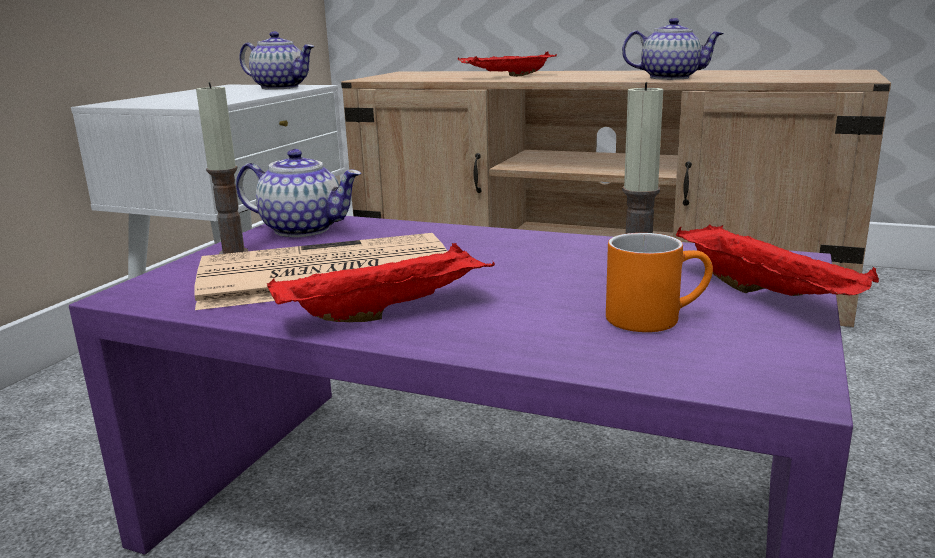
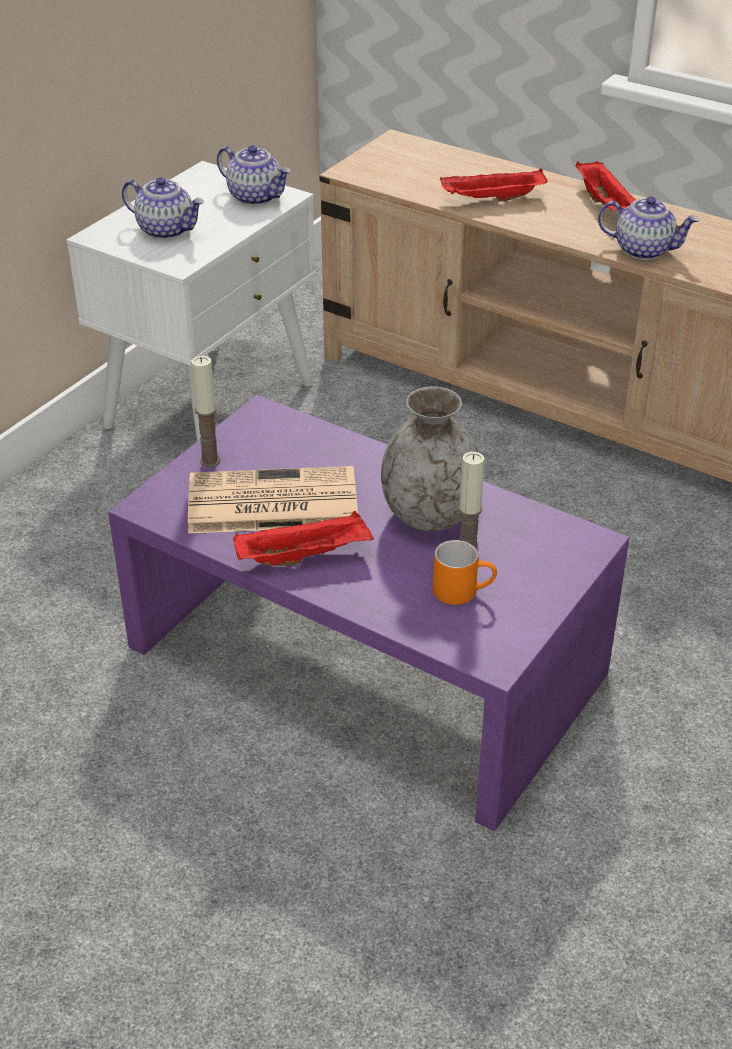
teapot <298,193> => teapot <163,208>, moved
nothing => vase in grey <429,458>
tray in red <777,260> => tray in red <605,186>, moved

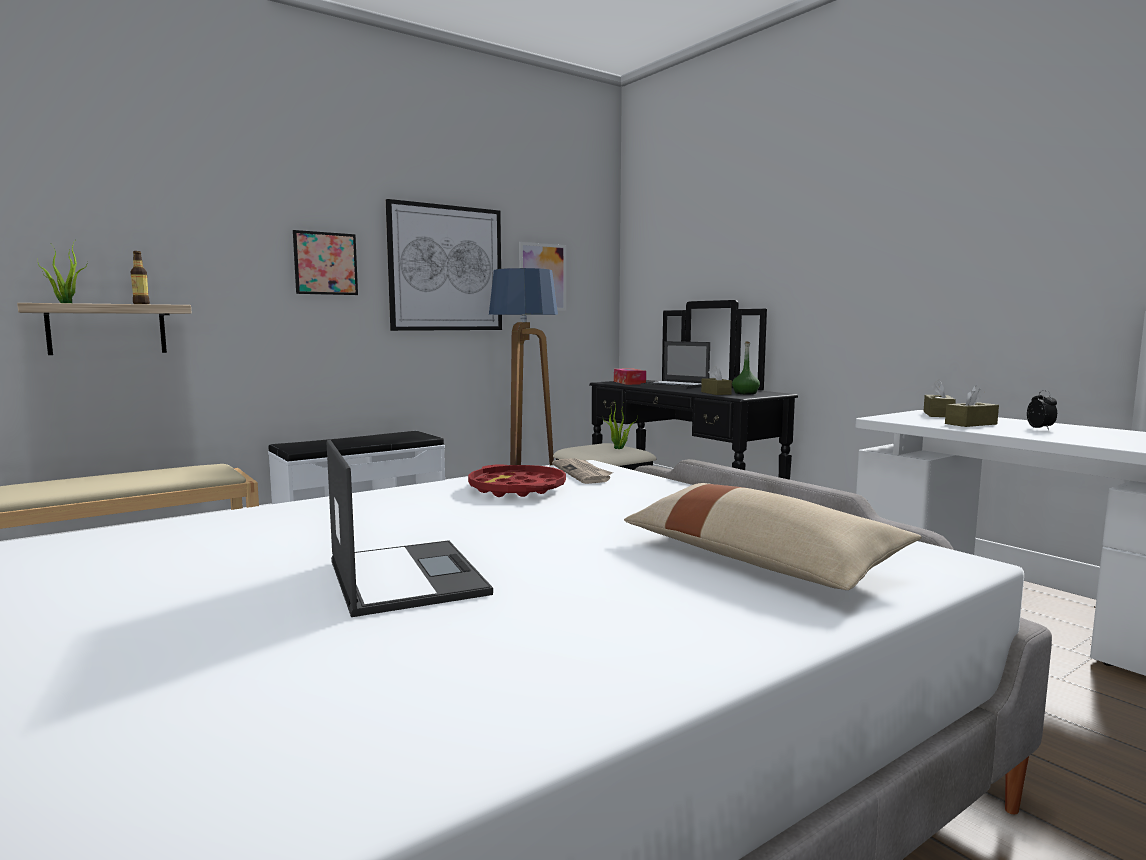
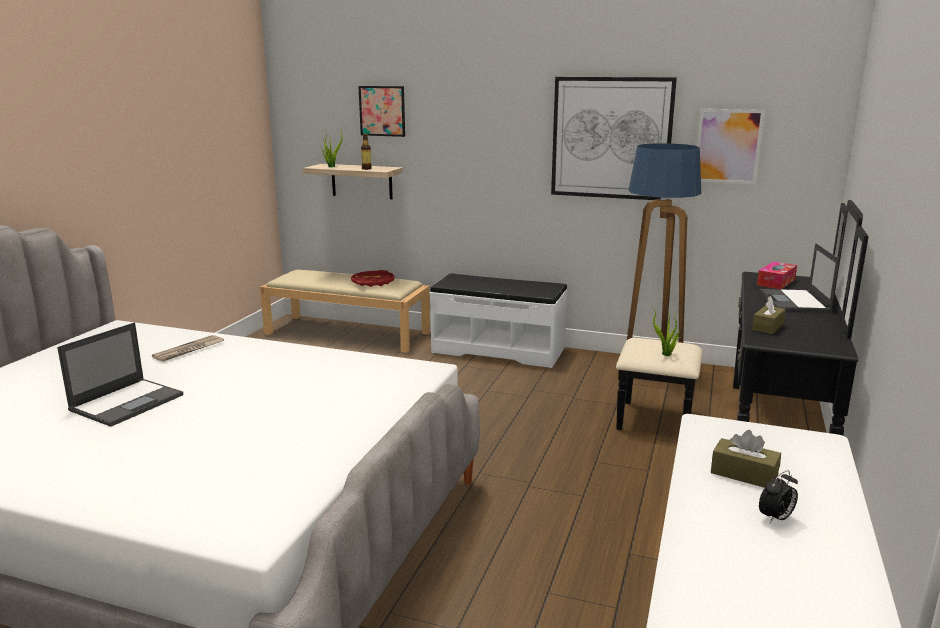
newspaper <582,471> => newspaper <188,348>, moved
tray in red <517,480> => tray in red <373,278>, moved
picture <325,262> => picture <381,111>, moved
pillow in beige <773,536> => nothing
bottle in green <746,367> => nothing
tissue box in brown <939,398> => nothing

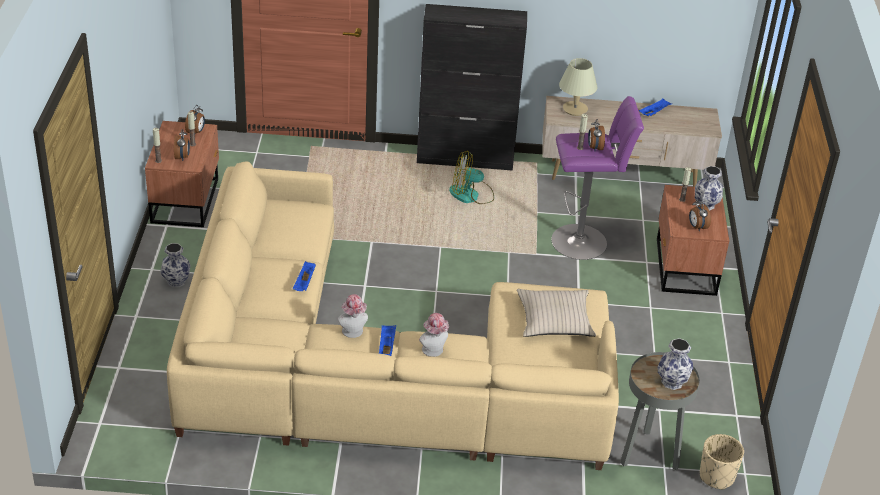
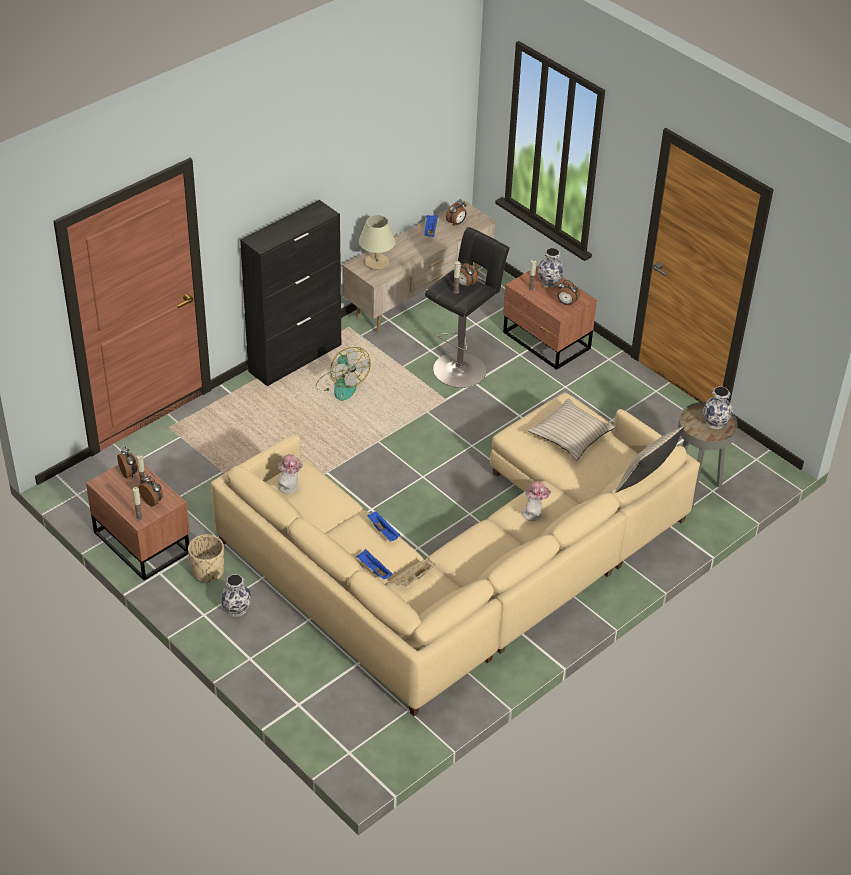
planter in beige <722,462> => planter in beige <206,558>, moved
hat <353,316> => hat <290,474>, moved
fan <471,177> => fan <343,374>, 75 degrees counterclockwise
tray in blue <387,340> => tray in blue <375,564>, moved
nothing => tray in beige <415,572>
stool in purple <597,178> => stool in black <467,307>
nothing => alarm clock <456,213>
nothing => pillow in beige <649,459>

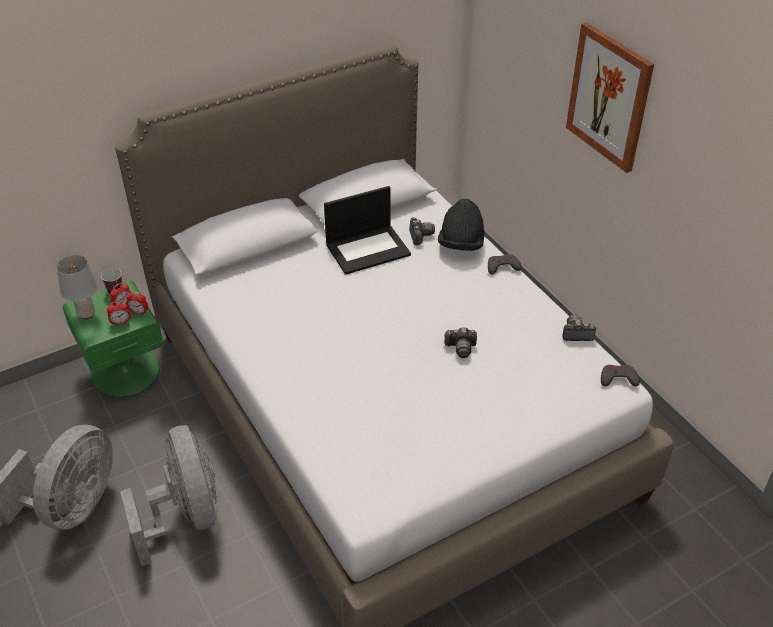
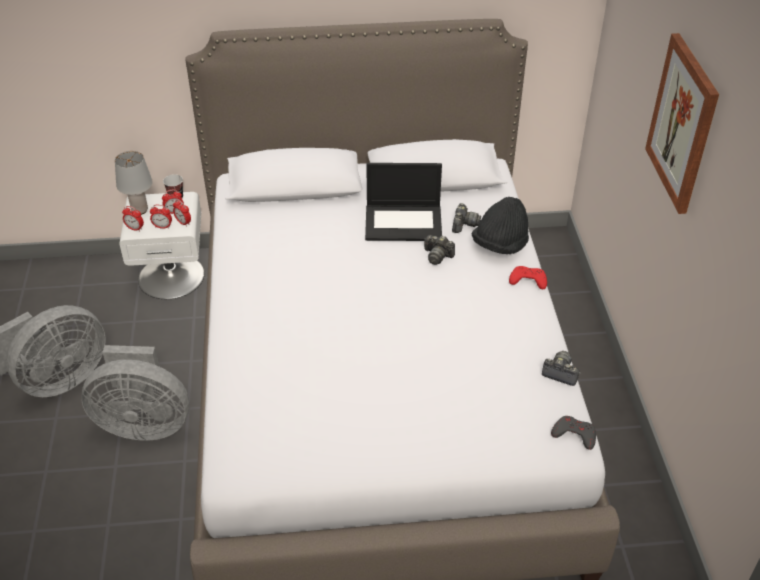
fan in grey <169,495> => fan in grey <136,393>, 90 degrees clockwise
nightstand in green <113,339> => nightstand in white <162,245>
nothing => alarm clock <133,218>
photo camera <460,342> => photo camera <439,250>, moved
game controller in grey <505,264> => game controller in red <528,277>

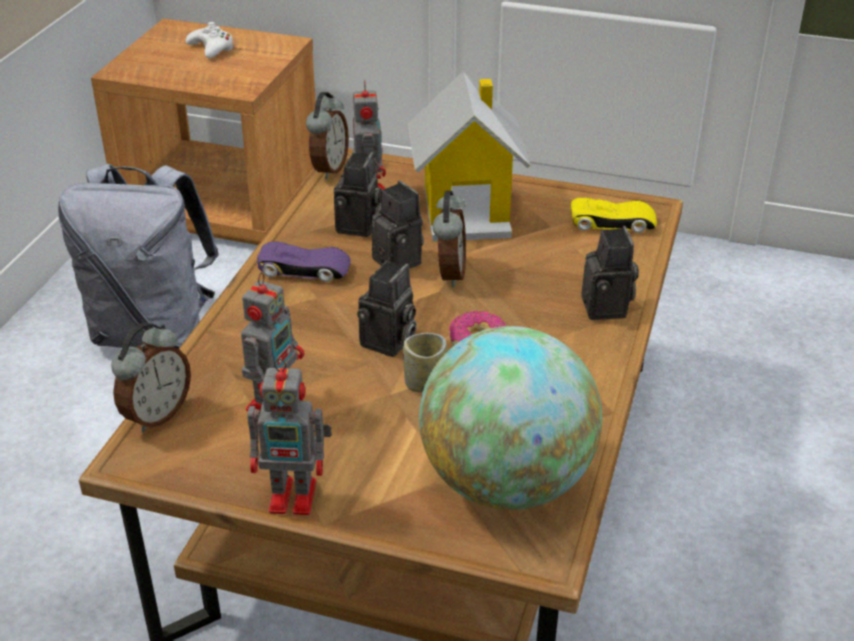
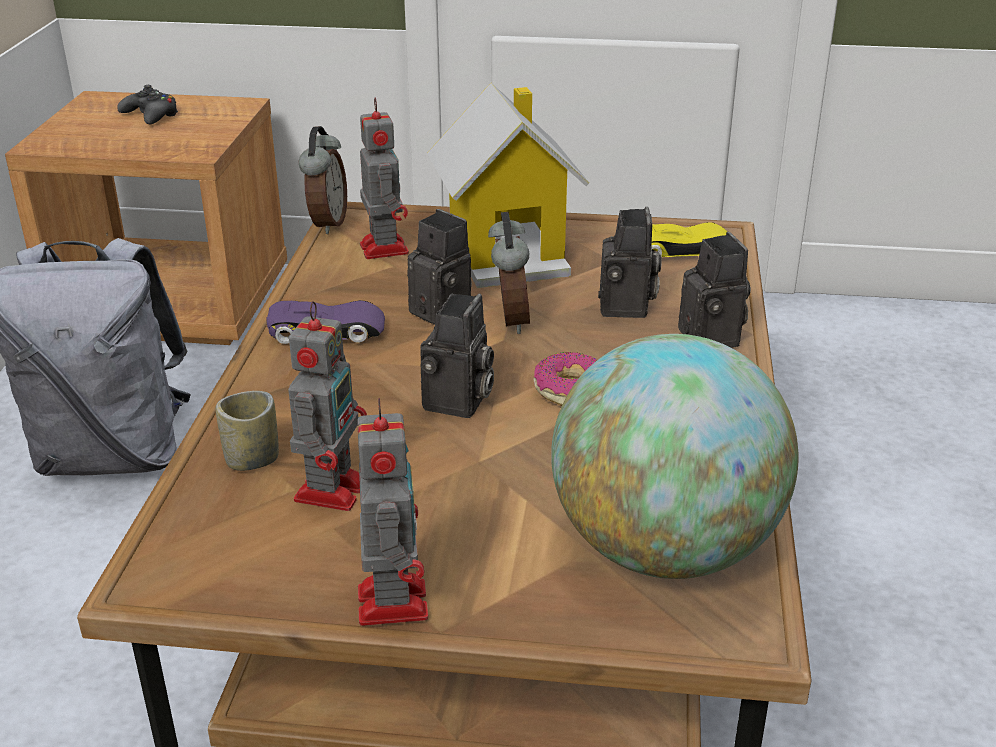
game controller in white <210,40> => game controller in black <147,105>
cup <425,363> => cup <247,431>, moved
toy robot <289,436> => toy robot <392,512>, 90 degrees counterclockwise
photo camera <358,194> => photo camera <630,262>, moved
alarm clock <151,377> => nothing

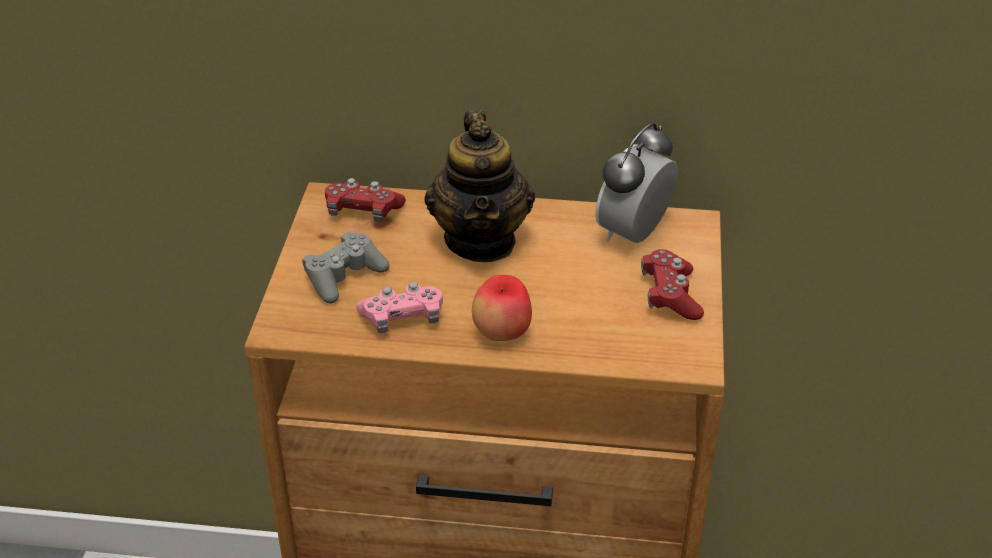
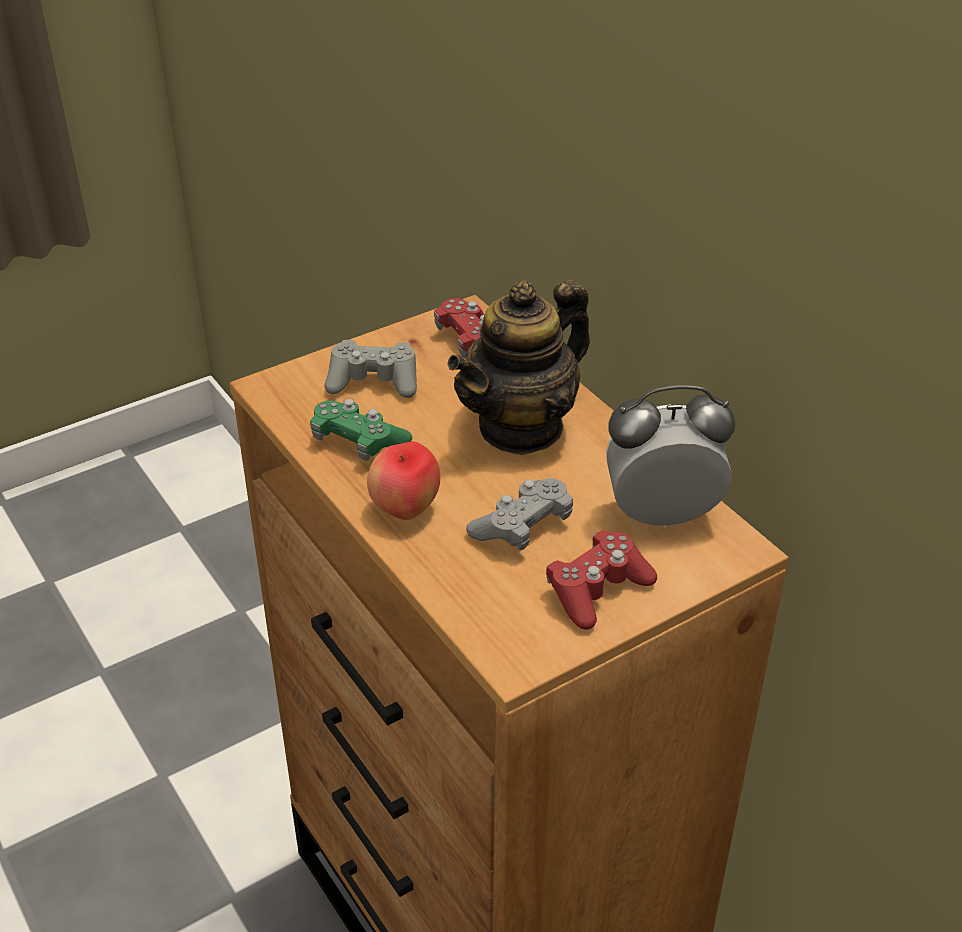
game controller in pink <399,307> => game controller in green <361,430>
nothing => game controller in grey <519,514>

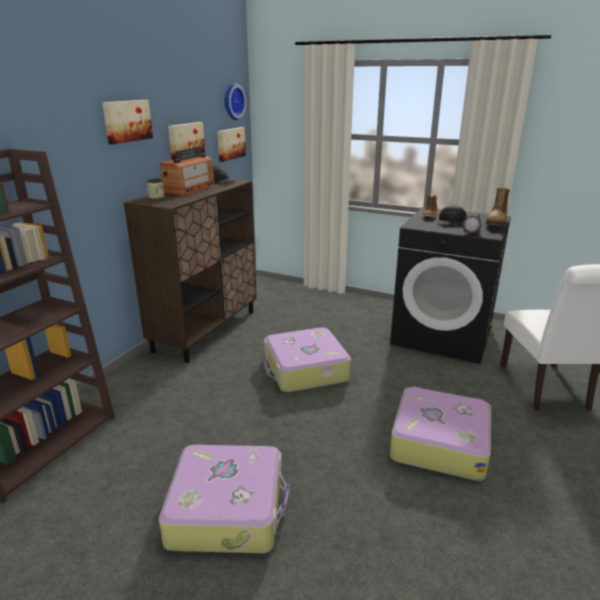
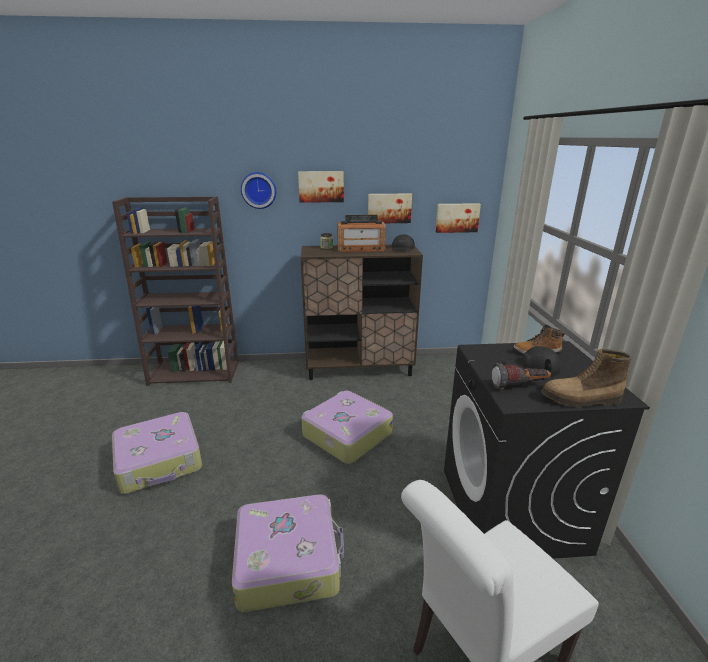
wall clock <235,101> => wall clock <258,190>, moved

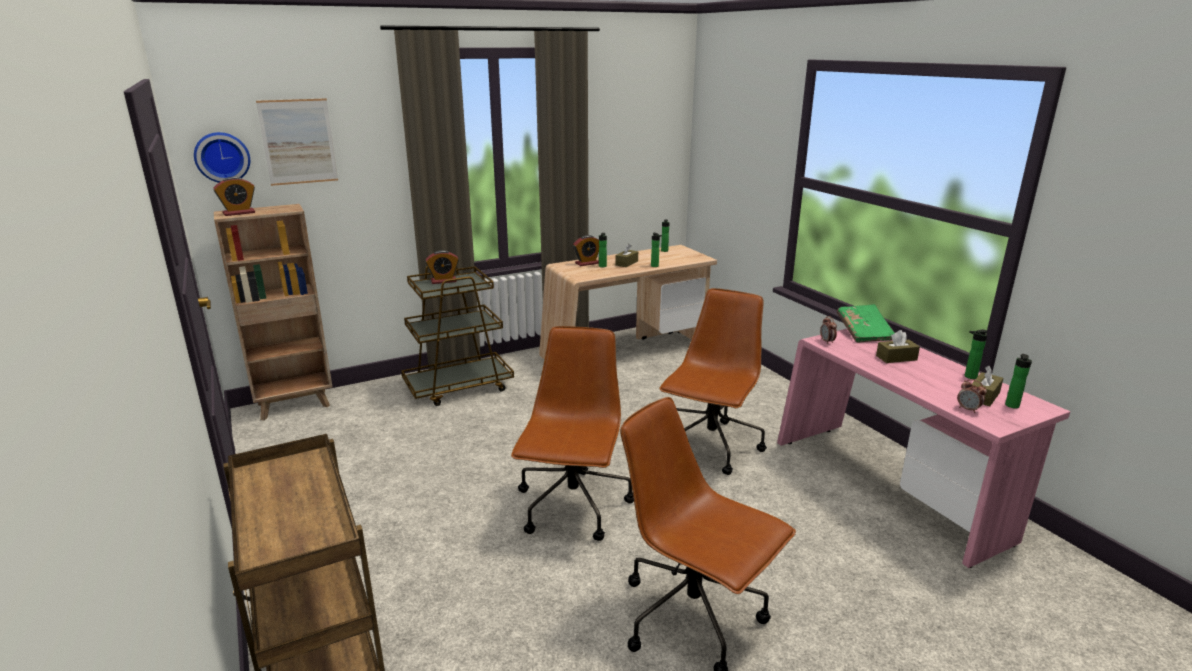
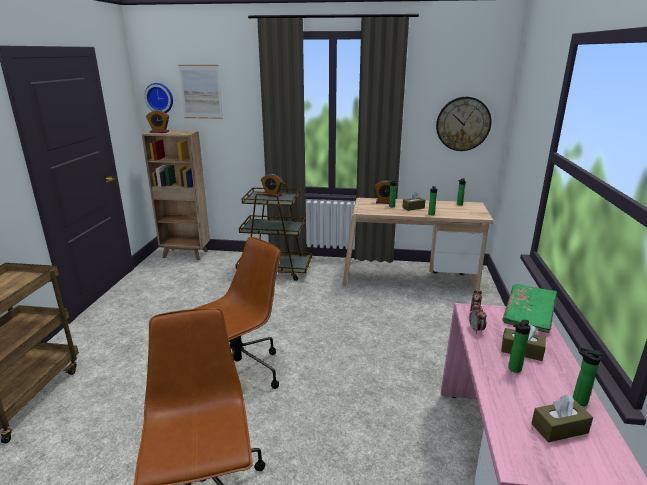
nothing => wall clock <463,124>
alarm clock <972,396> => alarm clock <477,318>, moved
bottle <1018,381> => bottle <519,346>, moved
office chair in brown <713,381> => nothing

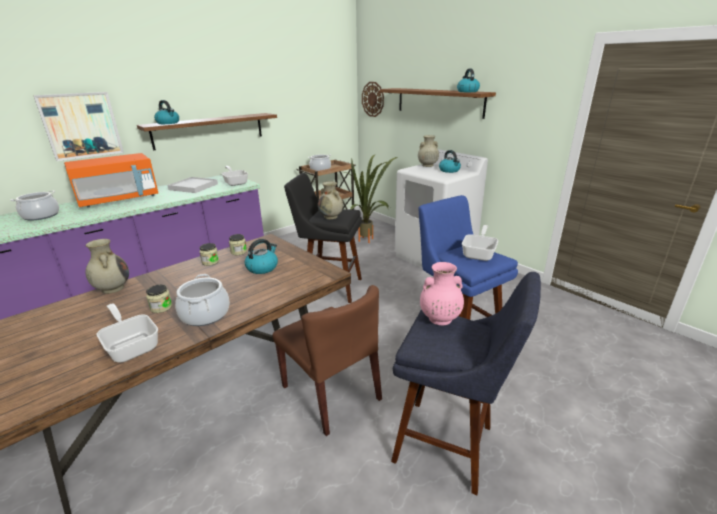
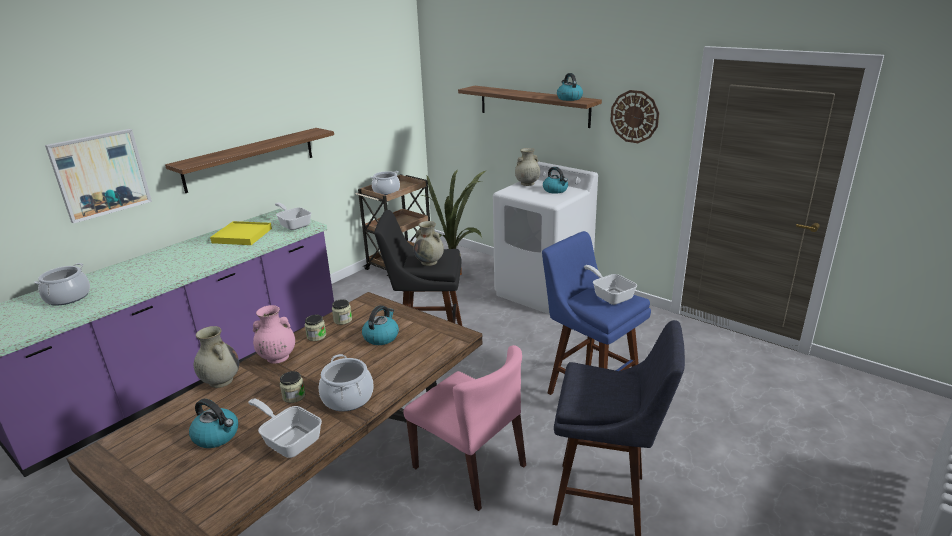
kettle <166,112> => kettle <213,423>, moved
tray in white <192,185> => tray in yellow <241,233>
vase in pink <442,293> => vase in pink <274,334>, moved
chair in brown <327,360> => chair in pink <464,428>
frying pan <480,243> => frying pan <610,285>, 45 degrees counterclockwise
wall clock <373,99> => wall clock <634,116>, moved
microwave in orange <111,180> => nothing

